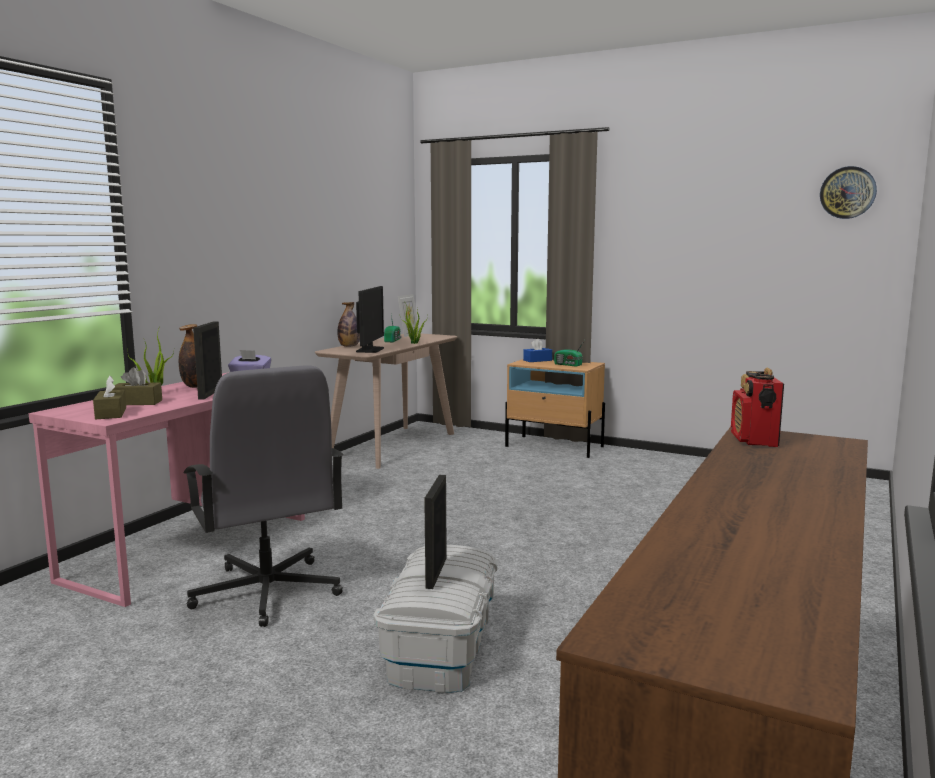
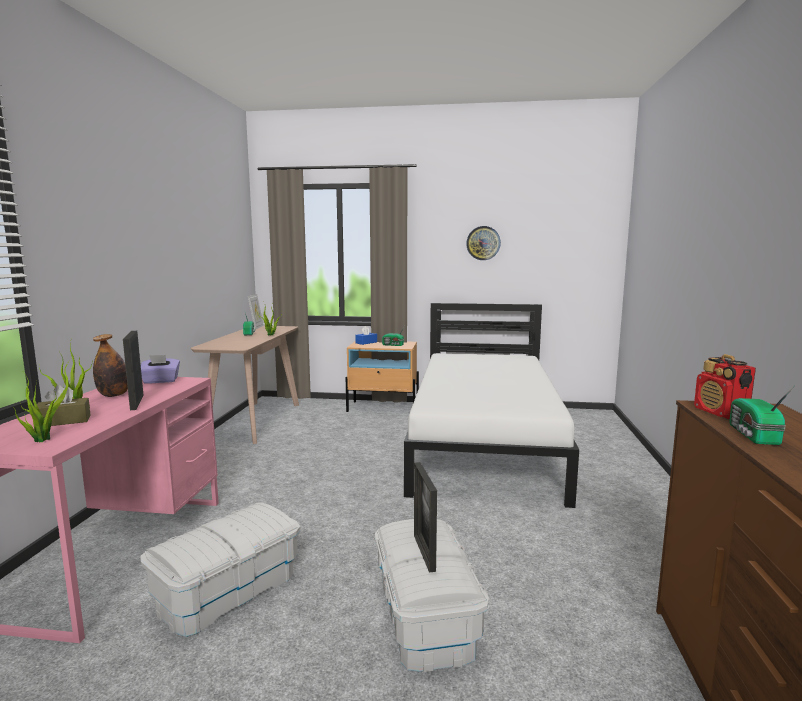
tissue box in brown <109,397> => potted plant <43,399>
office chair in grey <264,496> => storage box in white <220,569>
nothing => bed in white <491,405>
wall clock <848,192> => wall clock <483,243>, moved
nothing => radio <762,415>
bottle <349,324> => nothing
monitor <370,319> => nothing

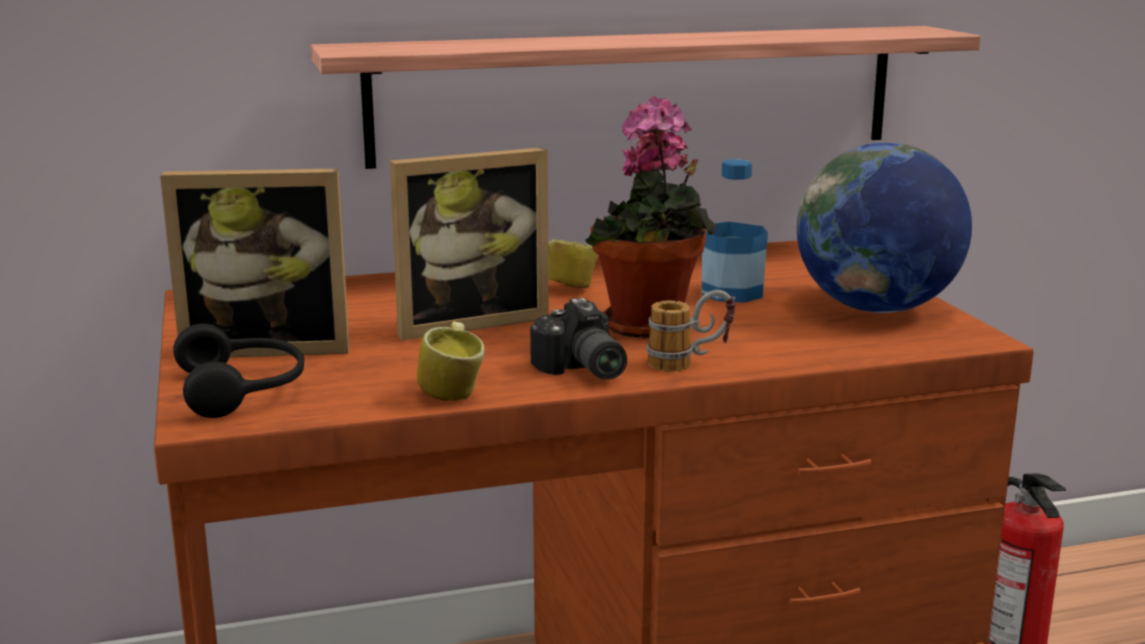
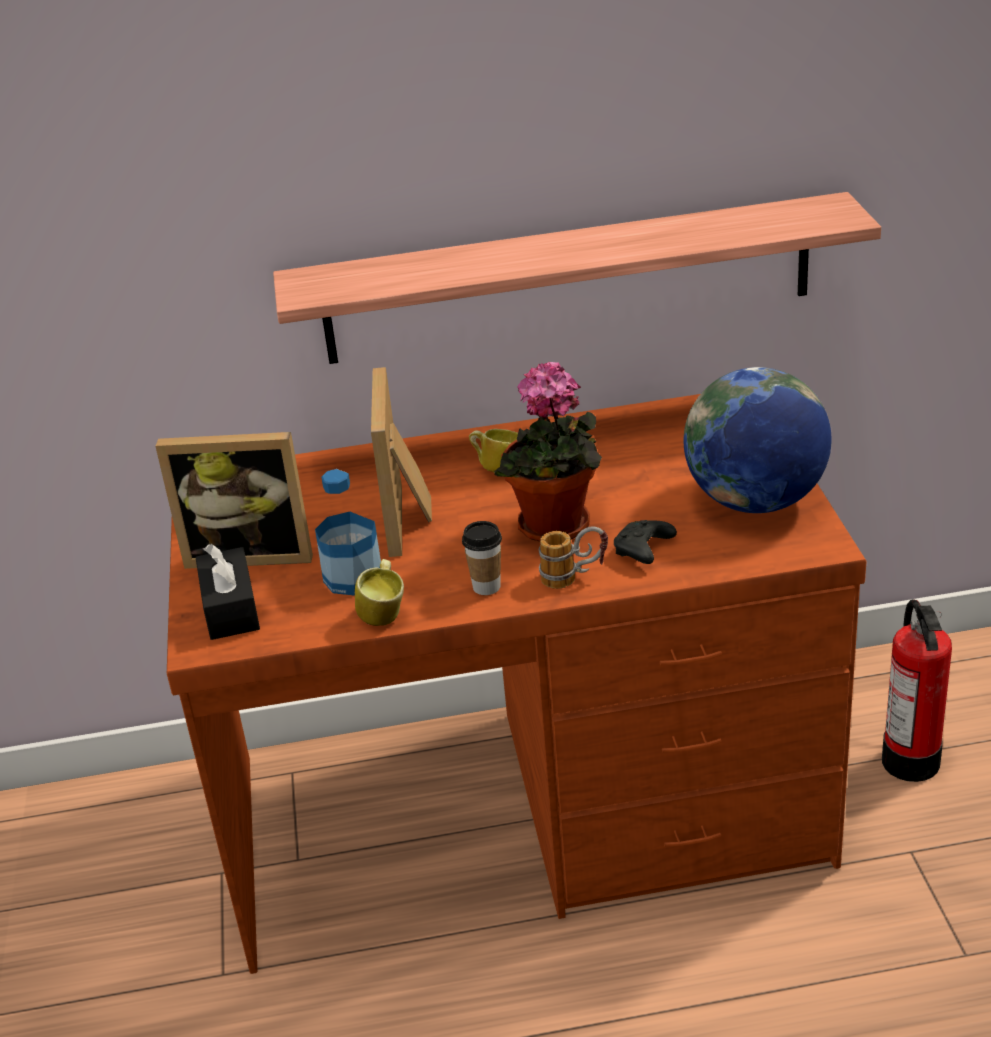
headphones in black <238,370> => tissue box in black <228,592>
bottle <735,231> => bottle <348,532>, moved
picture frame <469,243> => picture frame <401,462>, 105 degrees clockwise
photo camera <578,339> => cup <482,558>
nothing => game controller in black <645,542>

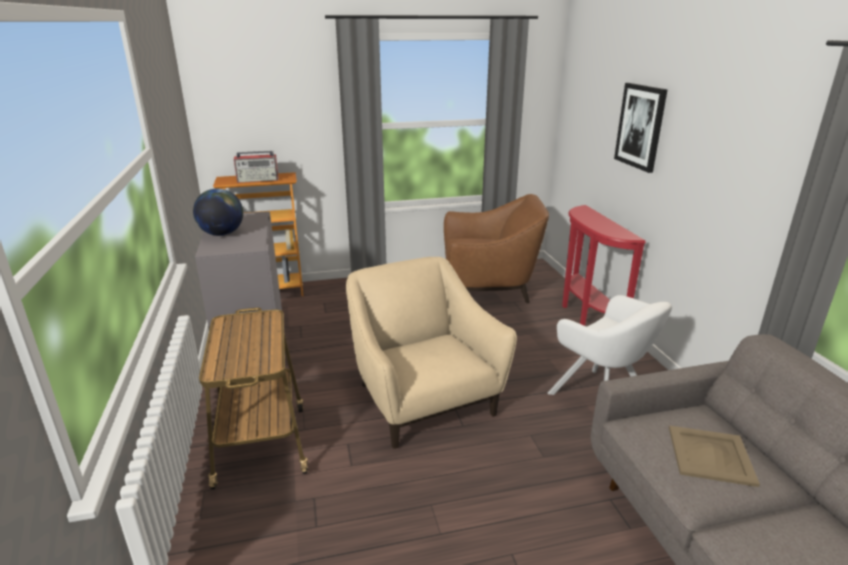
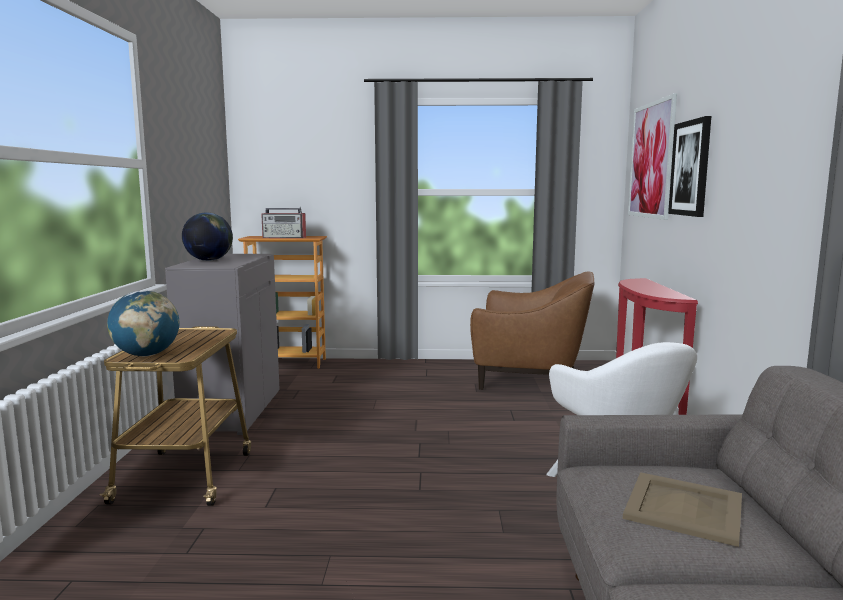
nothing => globe <143,323>
nothing => picture <652,156>
armchair in beige <431,353> => nothing

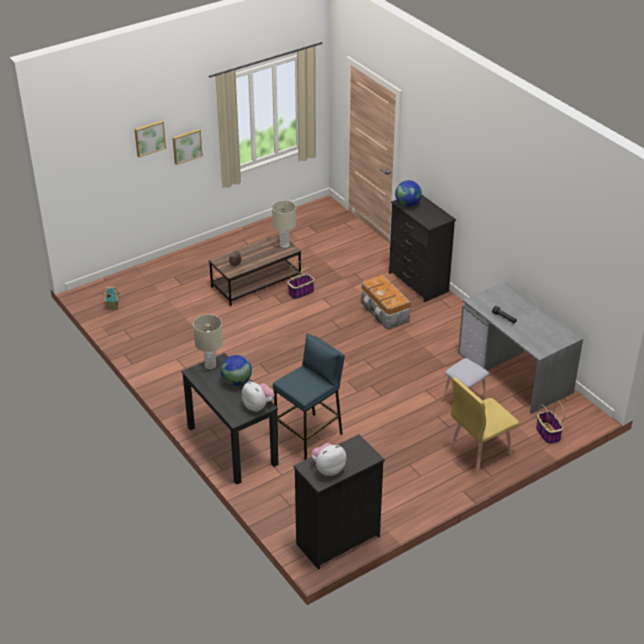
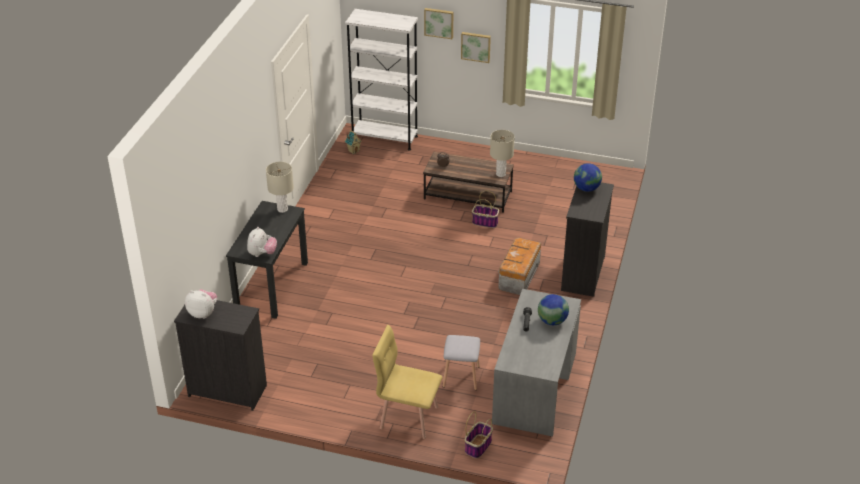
nothing => bookcase in white <381,80>
globe <236,370> => globe <553,309>, moved
stool in blue <309,396> => nothing

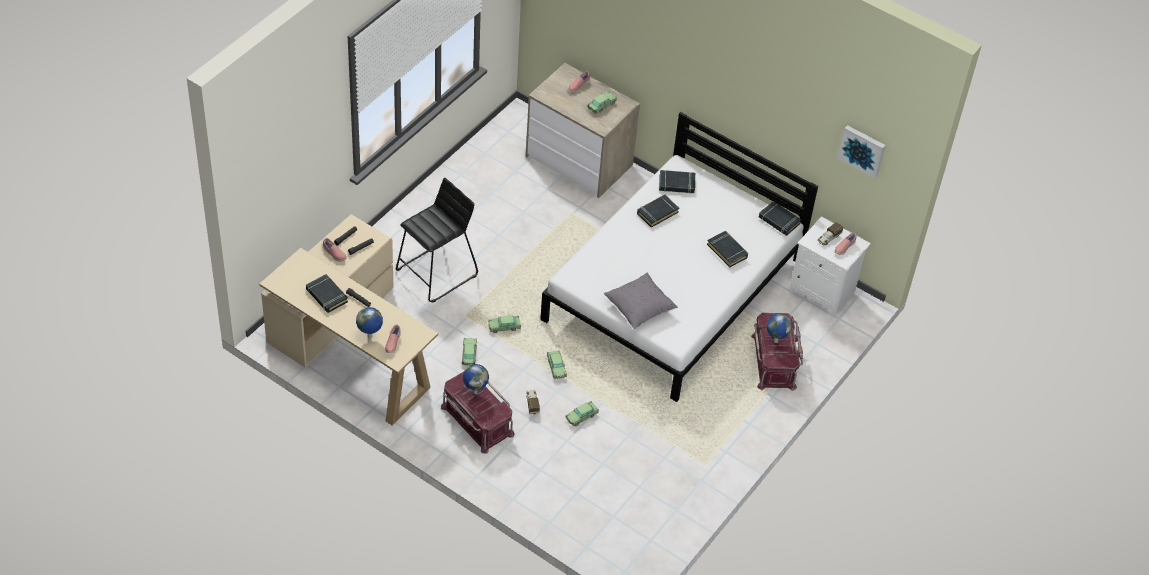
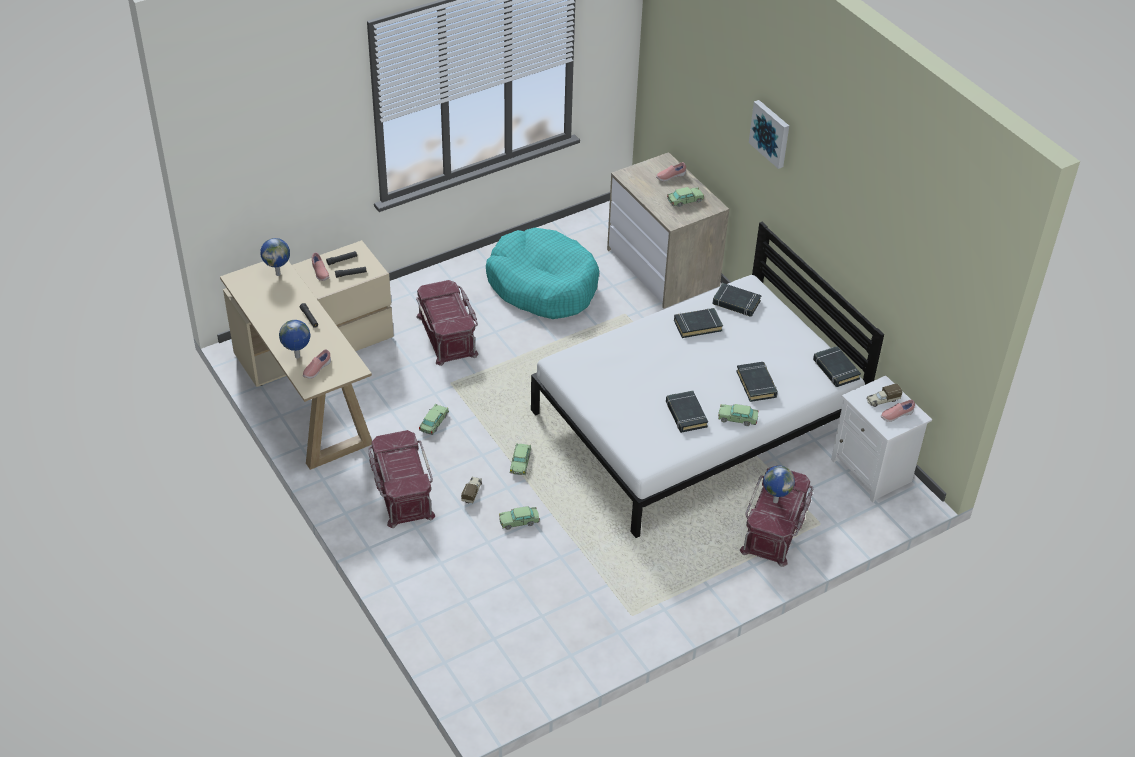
globe <476,379> => globe <275,257>, moved
stool in black <437,240> => storage box in red <447,323>
nothing => dog bed in turquoise <542,273>
book in black <327,293> => book in black <687,412>, moved
toy car <504,324> => toy car <738,415>, moved
picture <861,152> => picture <769,134>, moved
pillow in grey <641,301> => nothing

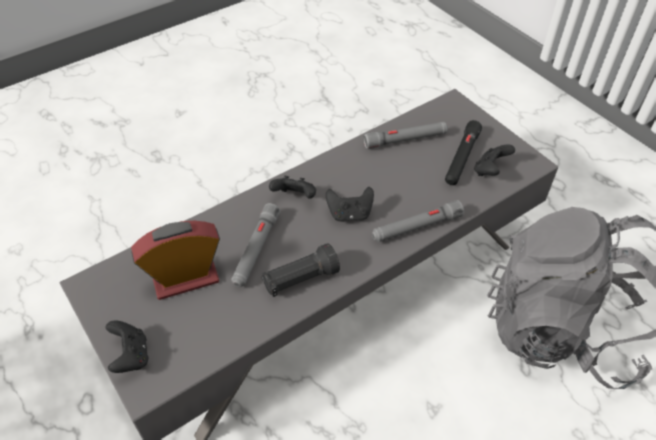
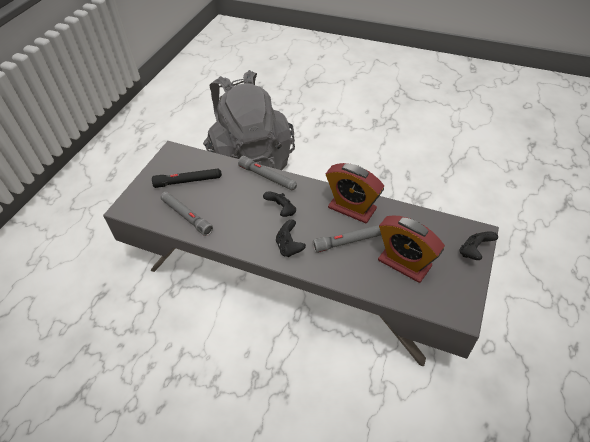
flashlight in black <300,270> => alarm clock <355,193>
game controller in black <494,160> => nothing

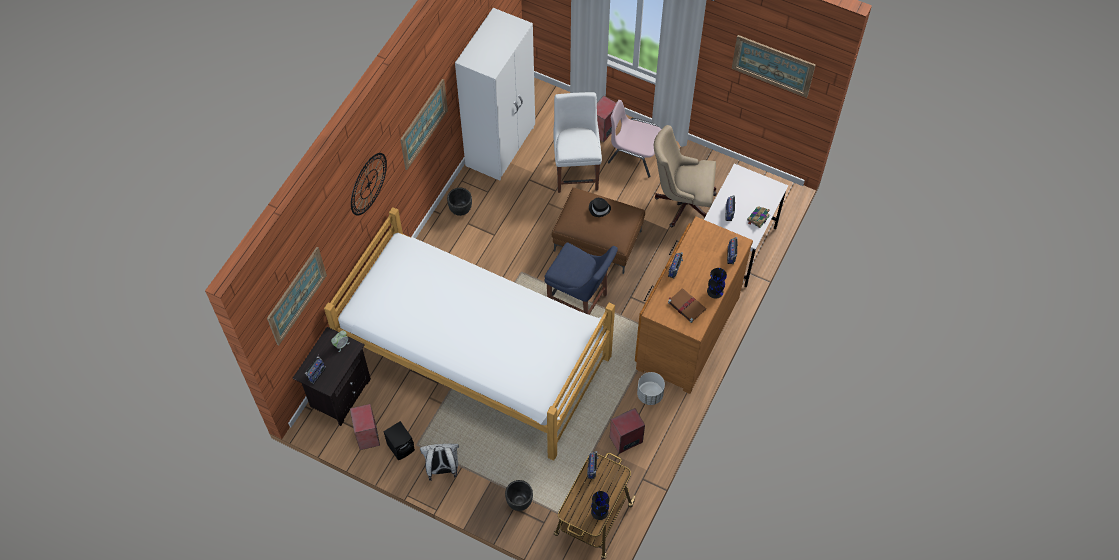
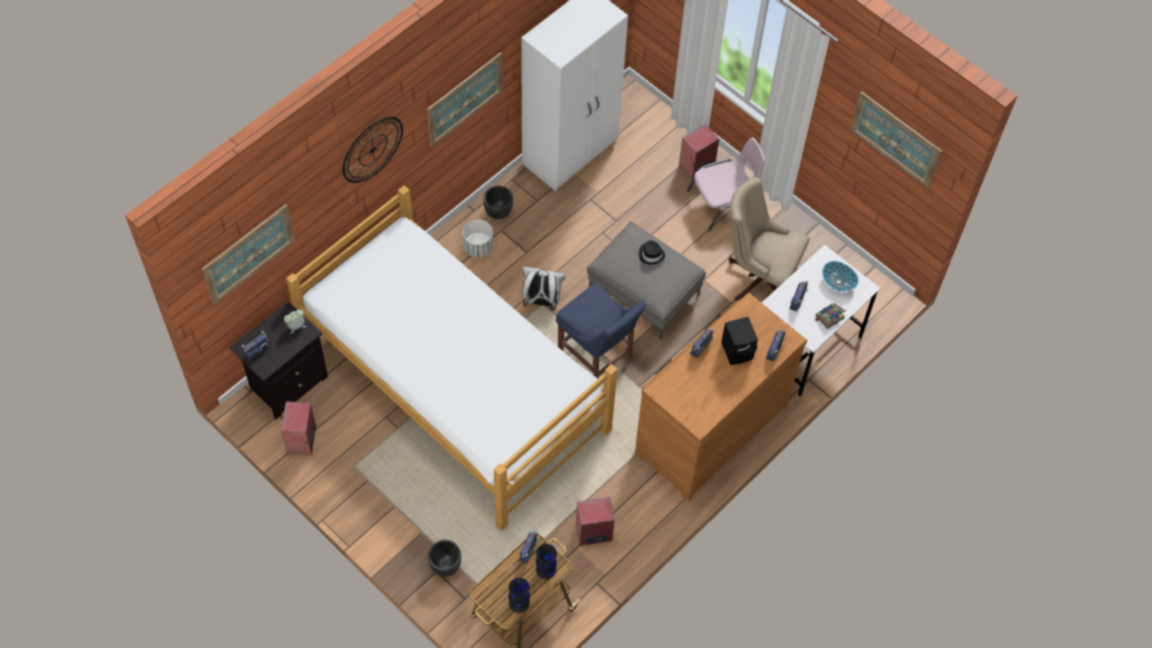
planter in white <651,388> => planter in white <478,239>, moved
backpack in white <439,462> => backpack in white <543,288>, moved
vase in black <717,283> => vase in black <546,561>, moved
ottoman in brown <598,230> => ottoman in grey <646,280>
chair in pink <634,139> => chair in pink <726,184>, 120 degrees clockwise
speaker in black <399,440> => speaker in black <739,341>, moved
nothing => bowl <840,276>
chair in white <578,142> => nothing
book in brown <687,305> => nothing

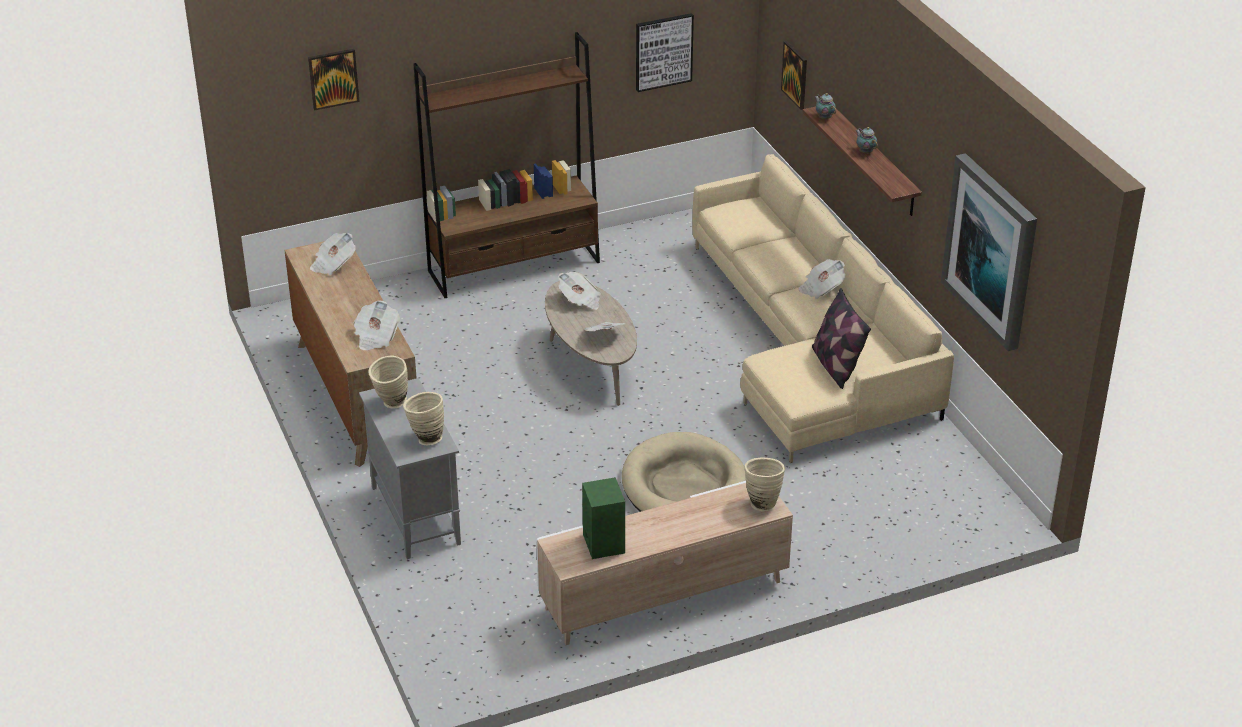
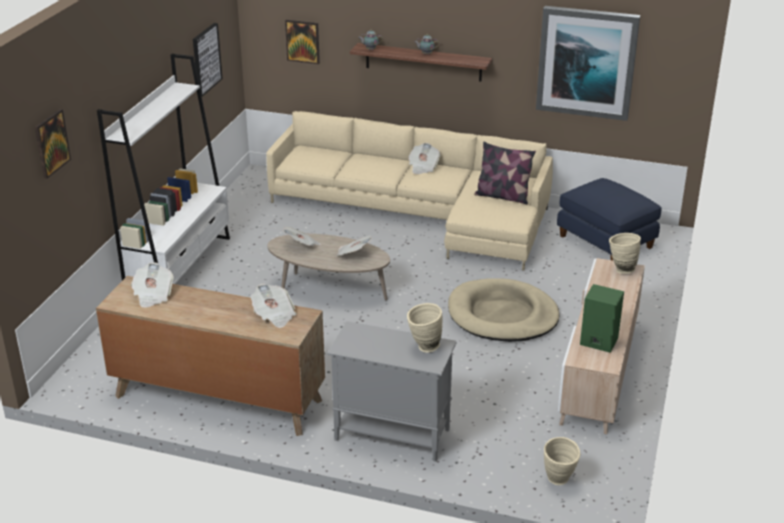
bookcase in brown <507,165> => bookcase in white <163,168>
vase in beige <388,382> => vase in beige <562,461>, moved
nothing => ottoman in blue <609,219>

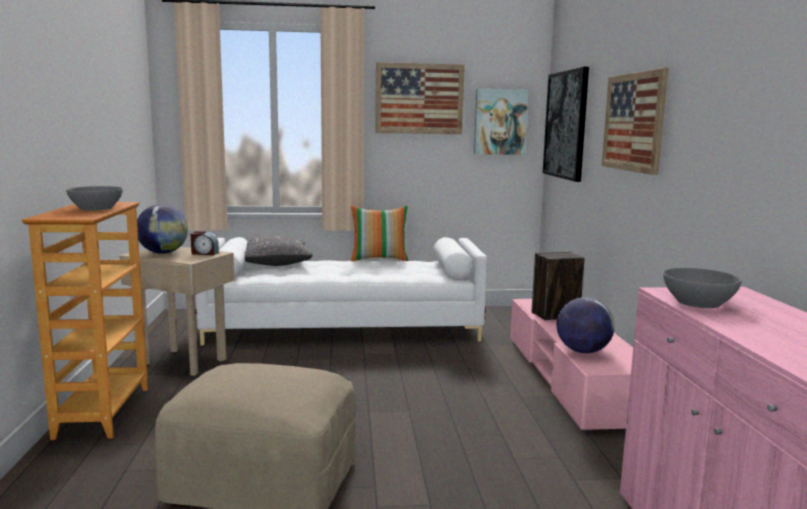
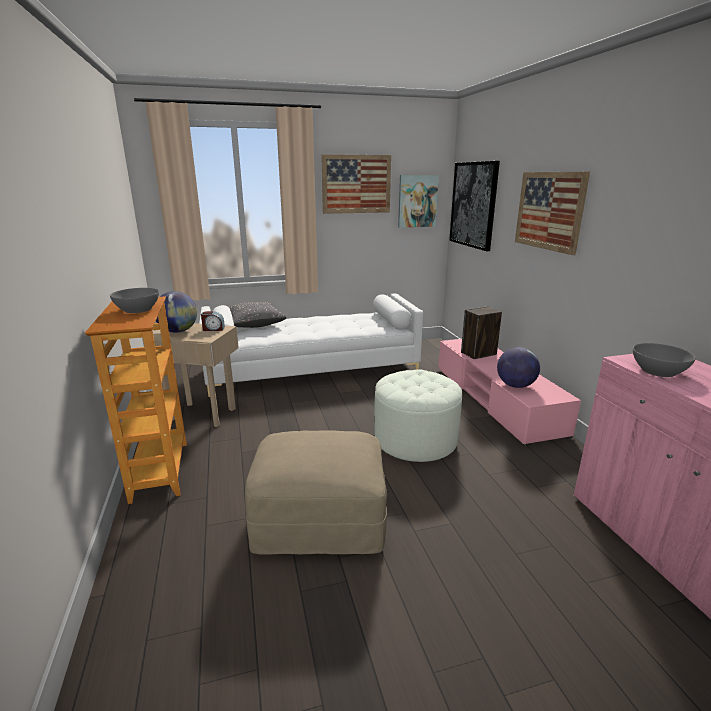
nothing => ottoman in white <418,416>
pillow <380,233> => nothing

